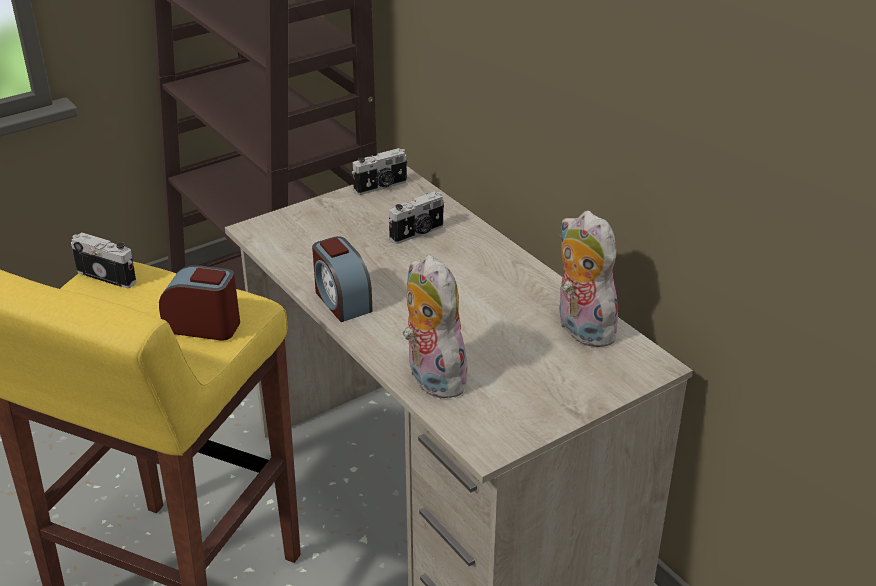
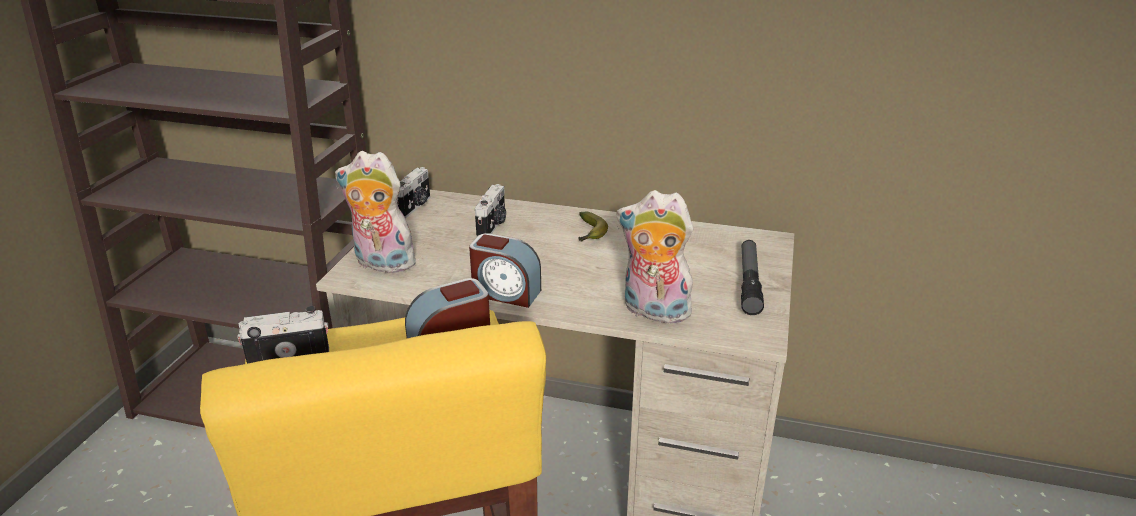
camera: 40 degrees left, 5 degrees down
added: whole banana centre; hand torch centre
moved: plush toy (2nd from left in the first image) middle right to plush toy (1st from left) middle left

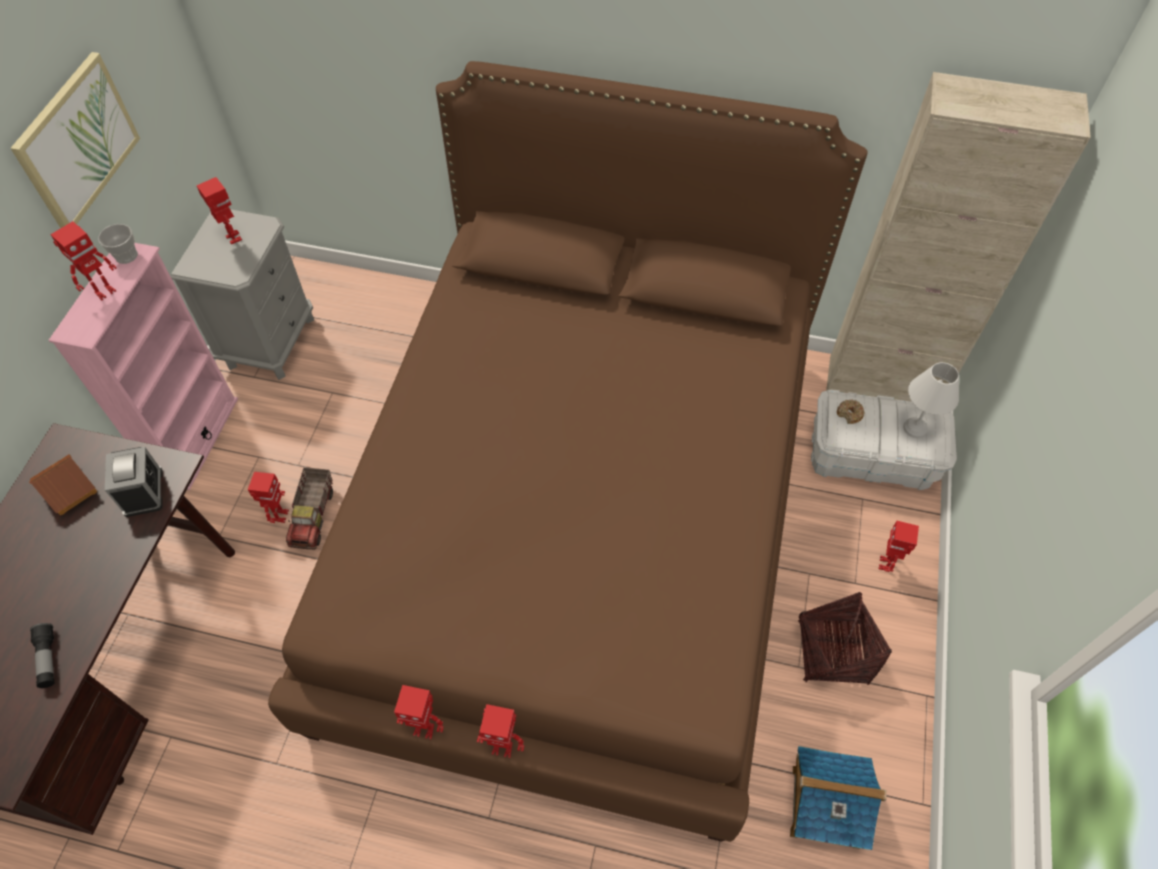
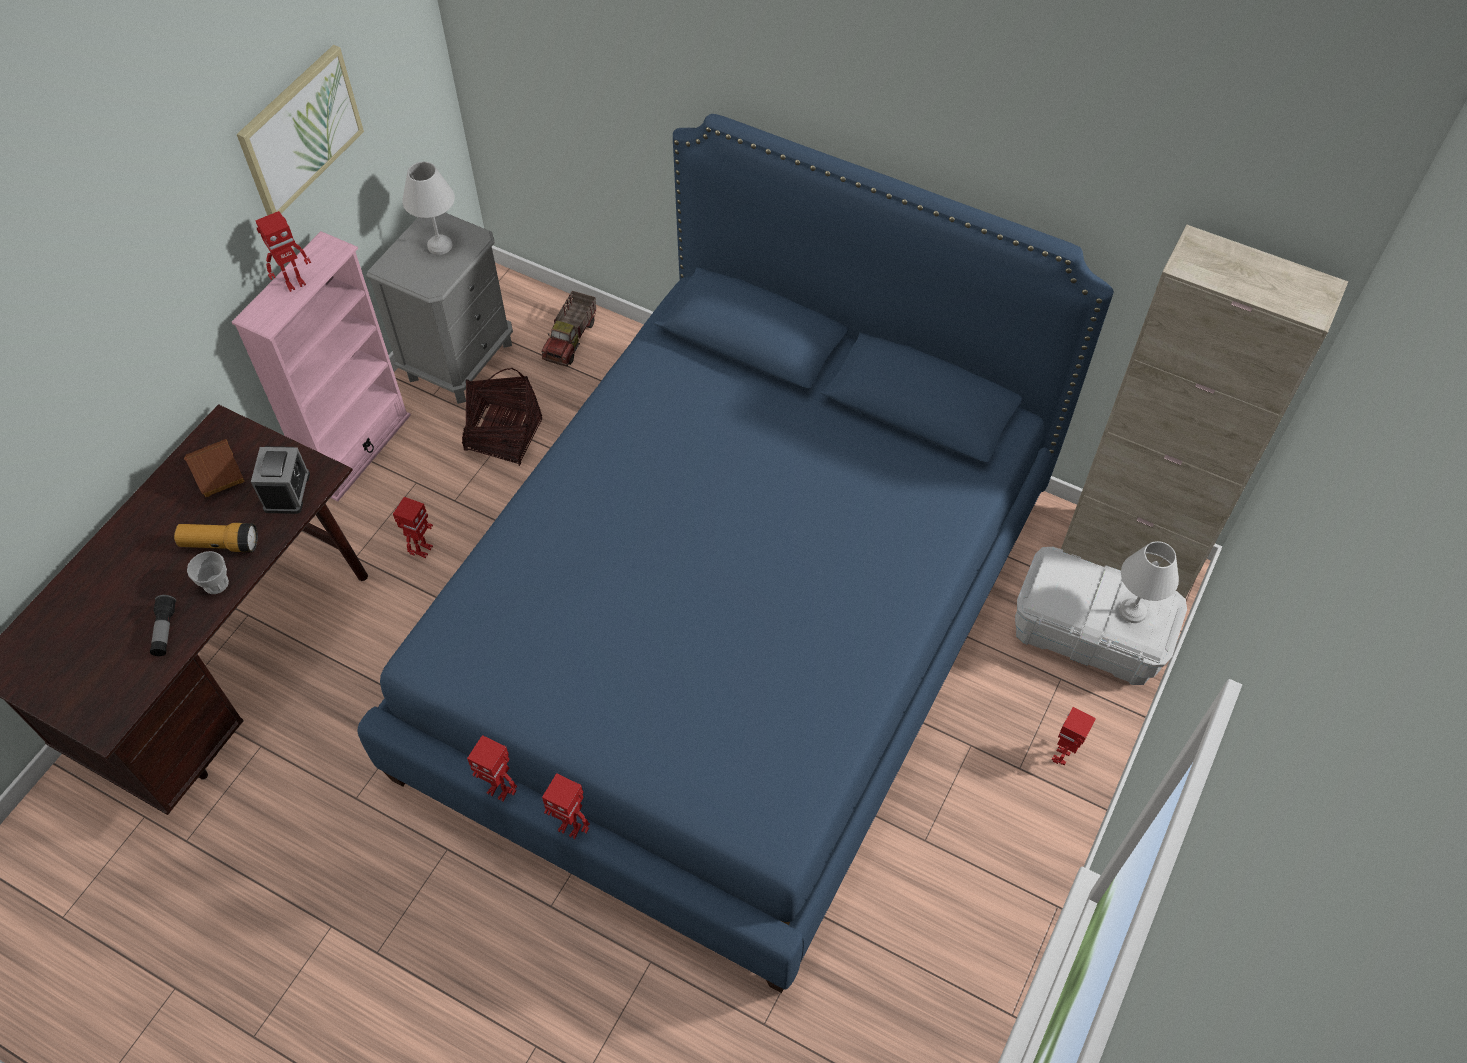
camera: 15 degrees right, 0 degrees up
removed: miniature house (2nd from left) bottom right; doughnut middle right
added: hand torch (2nd from left) middle left
moved: drinking cup top left to middle left; toy truck middle left to top centre; storage basket bottom right to centre
replaced: toy robot (2nd from left) top left to whitish lamp for a table (1st from left) top left
recoloured: brown bed centre to bluish bed centre

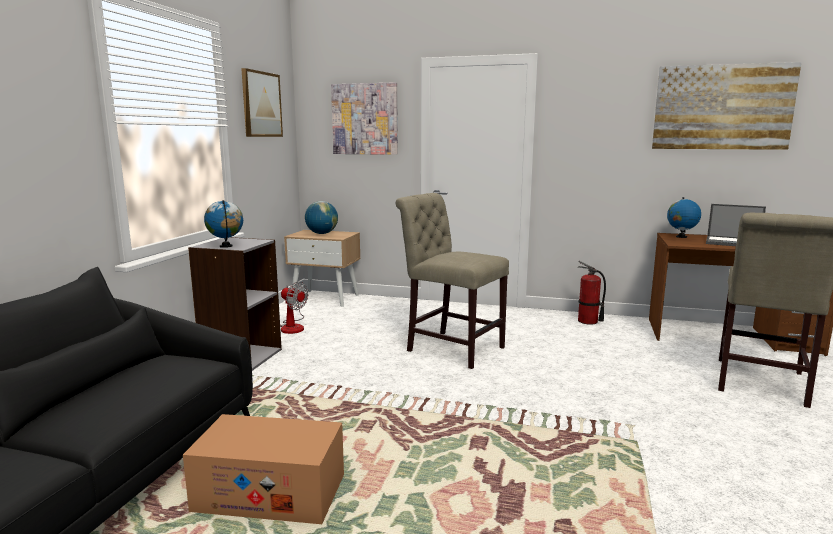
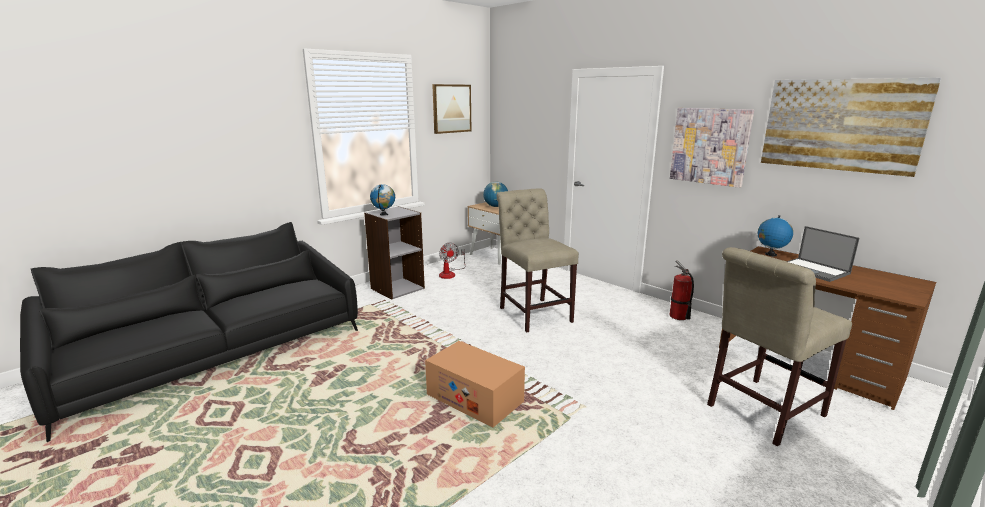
camera: 30 degrees right, 5 degrees up
moved: packing box bottom left to bottom centre; wall art (2nd from left) top centre to top right

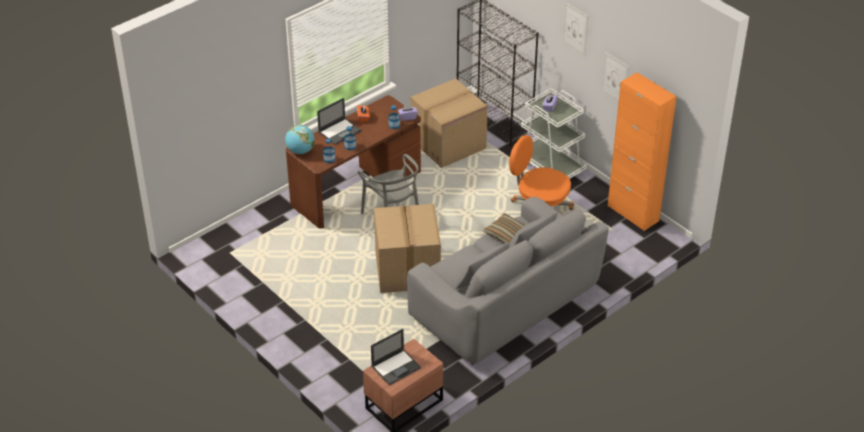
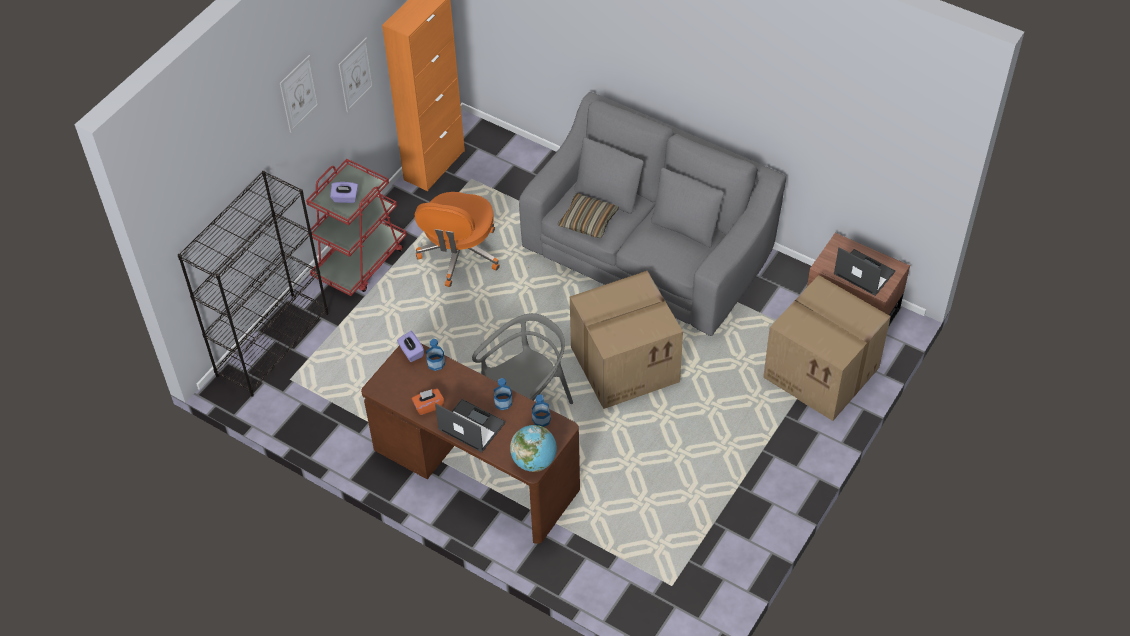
camera: 105 degrees left, 10 degrees up
moved: packing box (2nd from left) top centre to middle right
recoloured: whitish trolley top centre to red trolley middle left

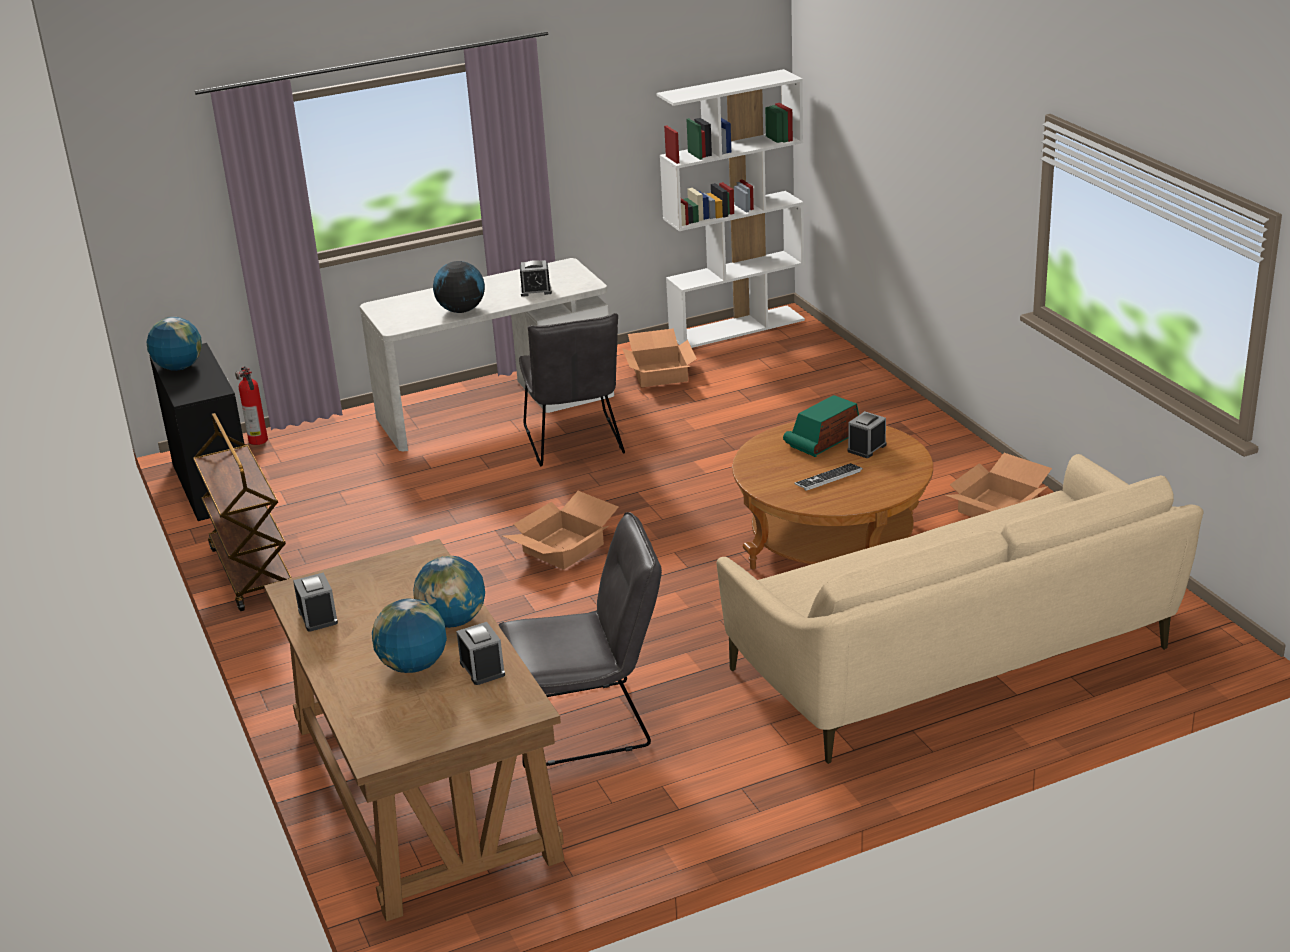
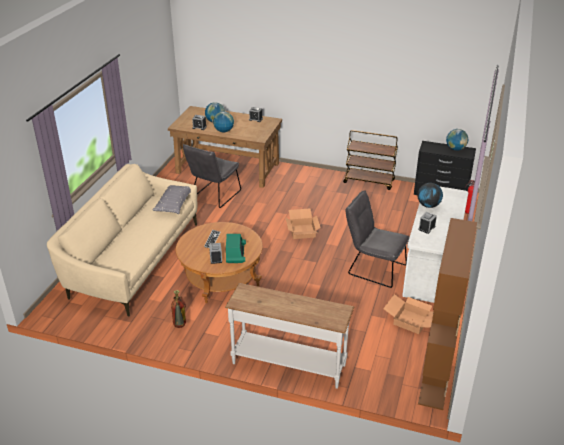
camera: 130 degrees right, 5 degrees up
added: gray cushion middle left; whitish console table bottom centre
replaced: packing box (3rd from left) middle right to fire-fighting cylinder (1st from left) bottom left
recoloured: whitish shelving unit top centre to brown shelving unit bottom right

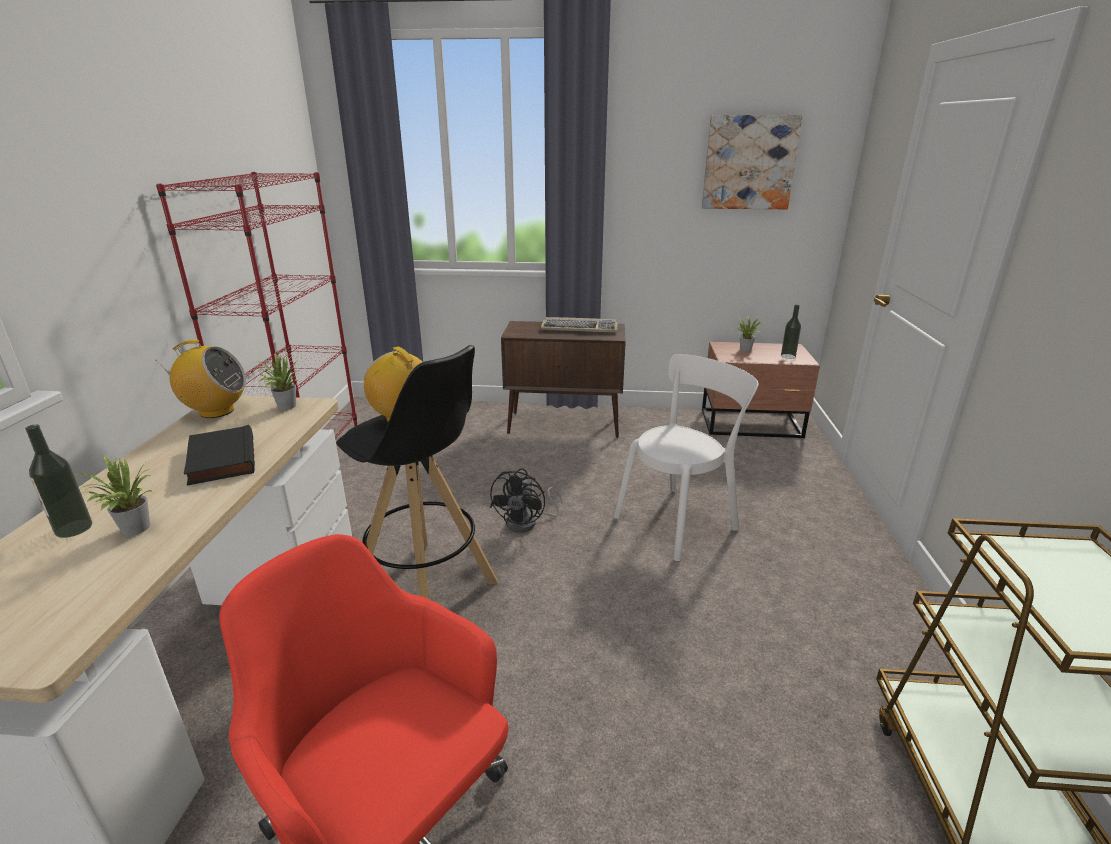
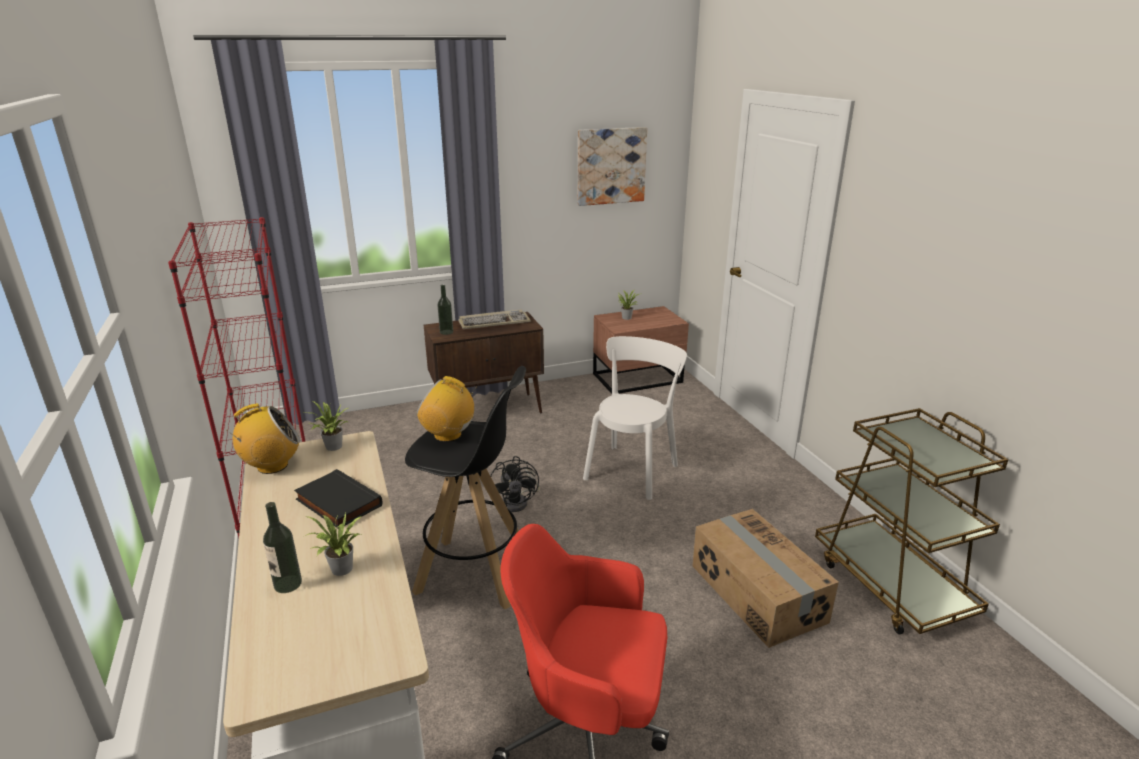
camera: 25 degrees left, 0 degrees up
added: packing box bottom right
moved: bottle (2nd from left) middle right to centre

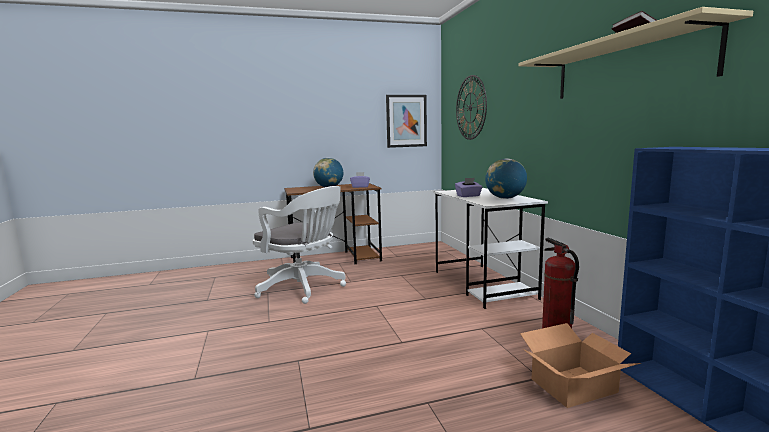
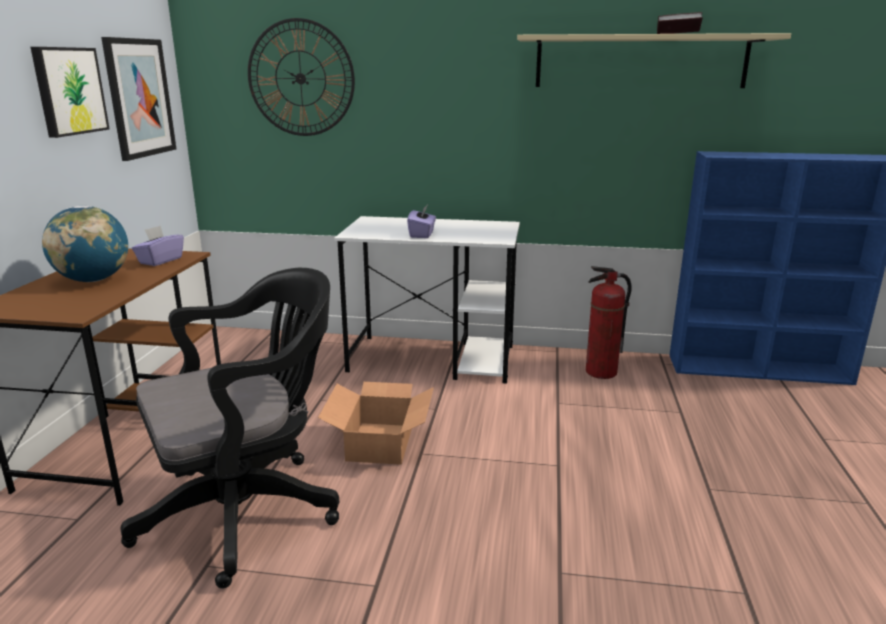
camera: 65 degrees left, 10 degrees up
removed: desk globe (2nd from left) centre
added: wall art (1st from left) top left
moved: packing box bottom right to bottom centre
recoloured: whitish computer chair centre to black-coloured computer chair bottom left

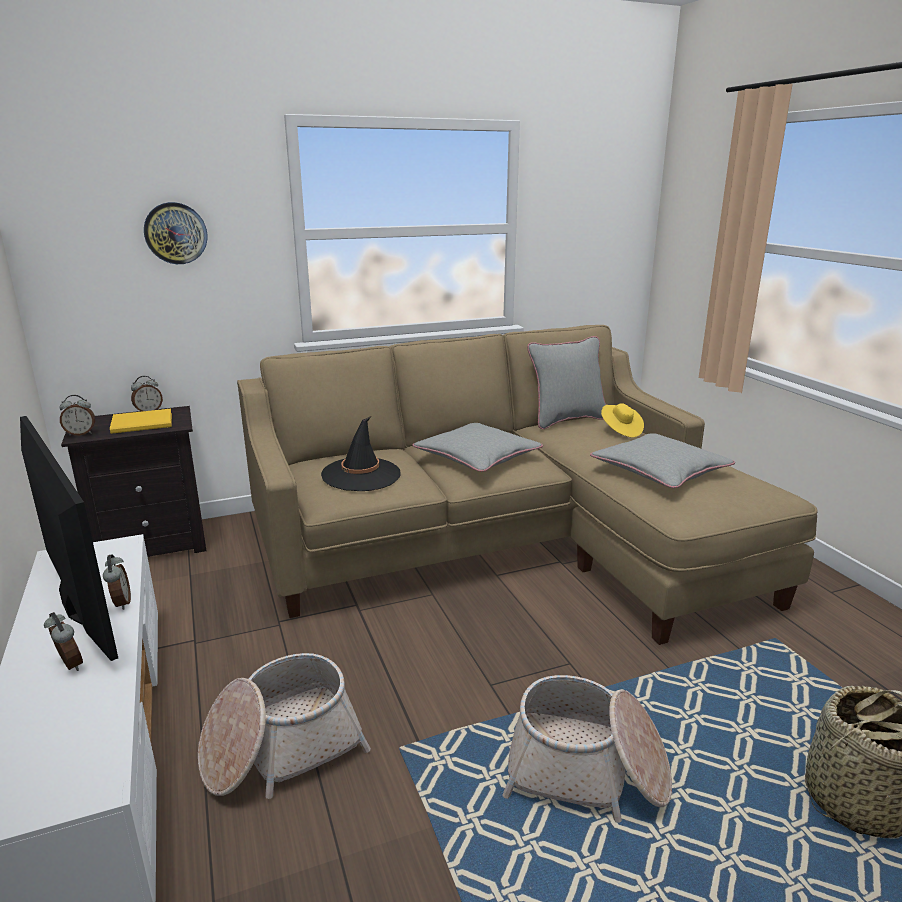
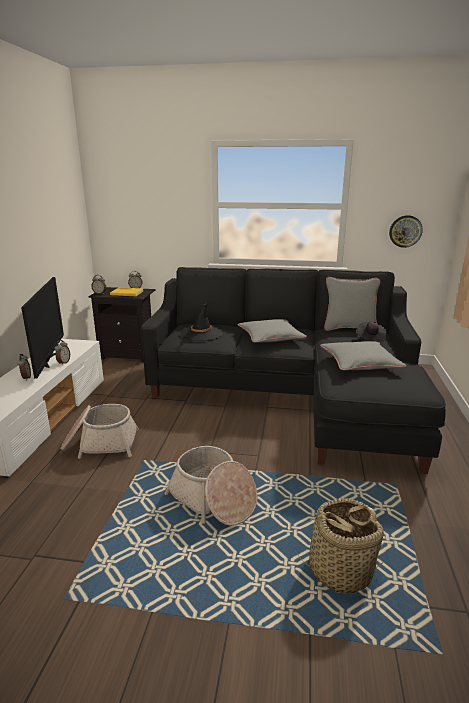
camera: 30 degrees right, 0 degrees up
moved: clock on the wall top left to top right
recoloured: beige couch centre to black-coloured couch centre; yellow wearable hat middle right to black-coloured wearable hat (2nd from left) middle right

